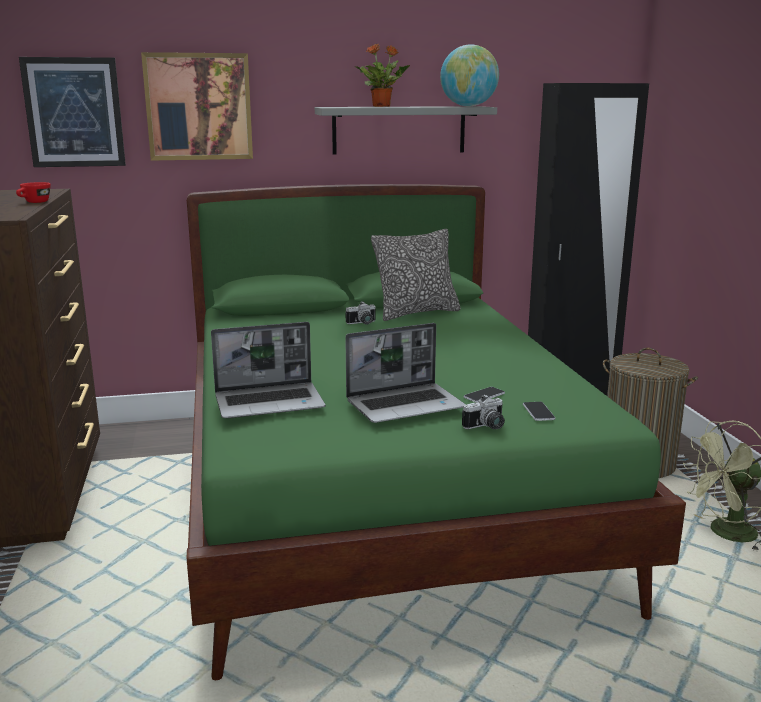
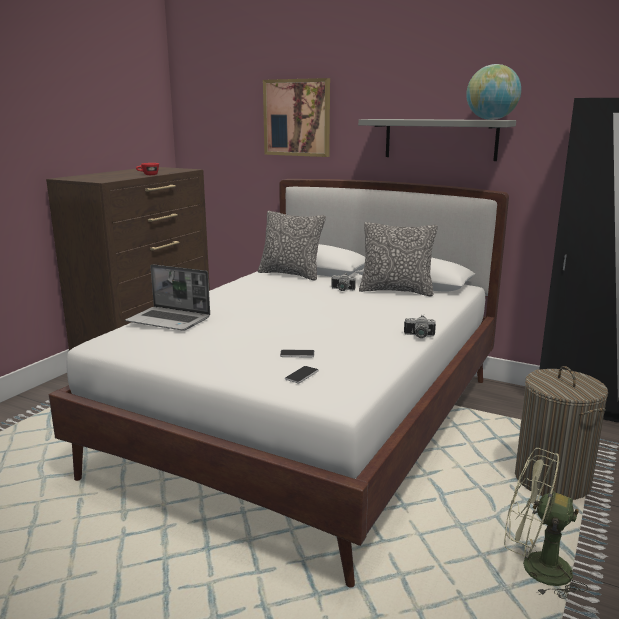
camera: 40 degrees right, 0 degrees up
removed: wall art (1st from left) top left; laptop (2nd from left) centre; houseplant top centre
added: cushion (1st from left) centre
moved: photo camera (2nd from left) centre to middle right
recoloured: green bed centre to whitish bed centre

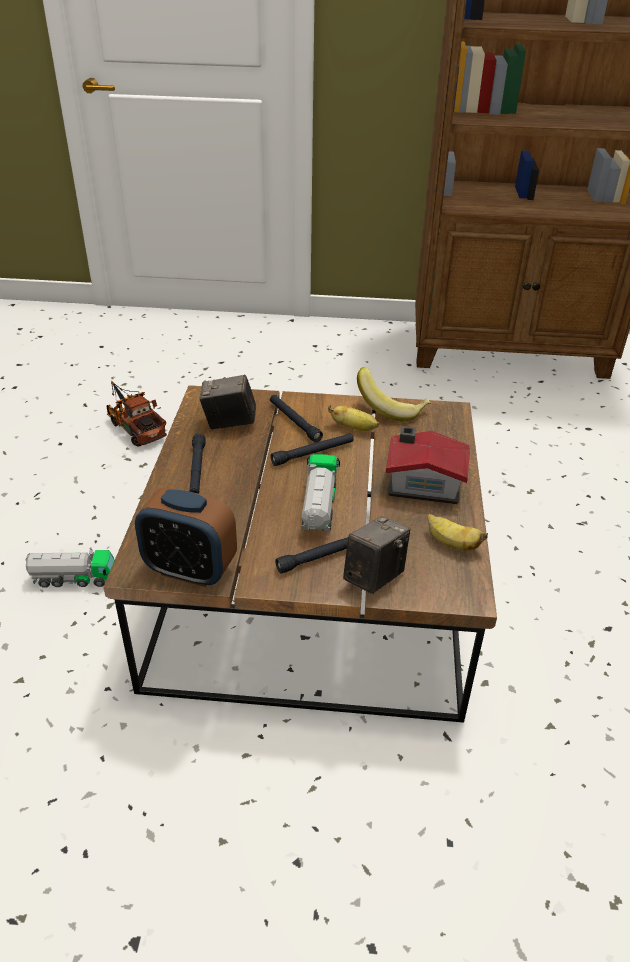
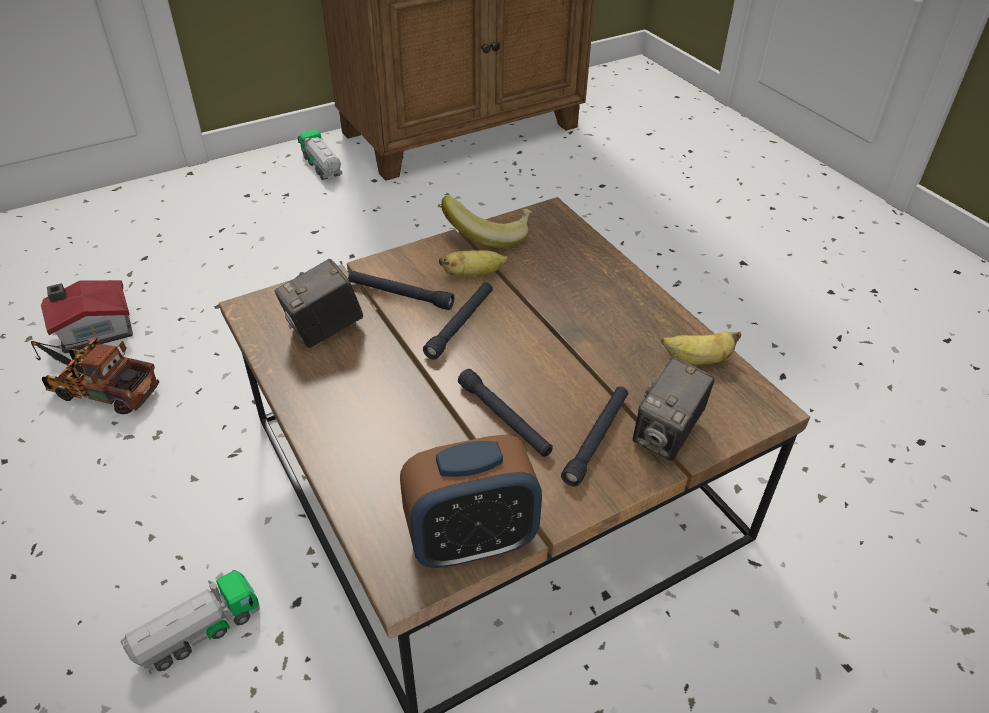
camera: 35 degrees left, 5 degrees up
moved: black-coloured hand torch (1st from left in the first image) middle left to black-coloured hand torch (3rd from left) centre; toy truck (3rd from left) centre to top left; miniature house middle right to middle left
turned: photo camera (2nd from left) centre = middle right 150 degrees counterclockwise

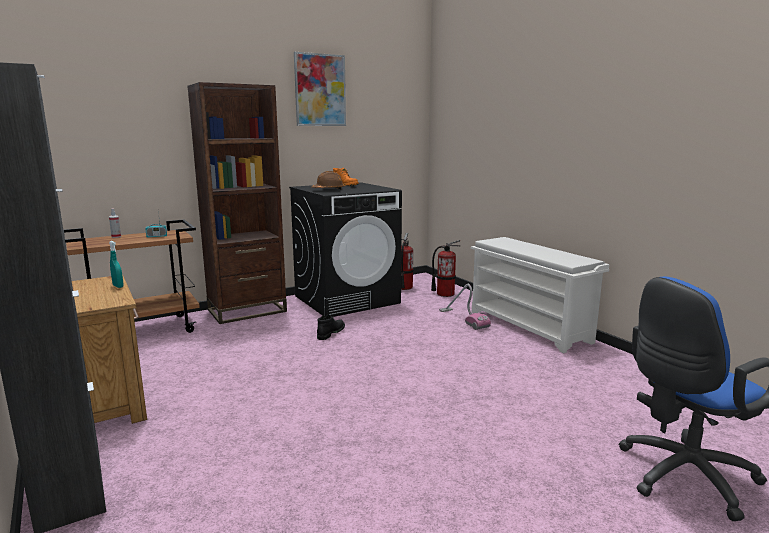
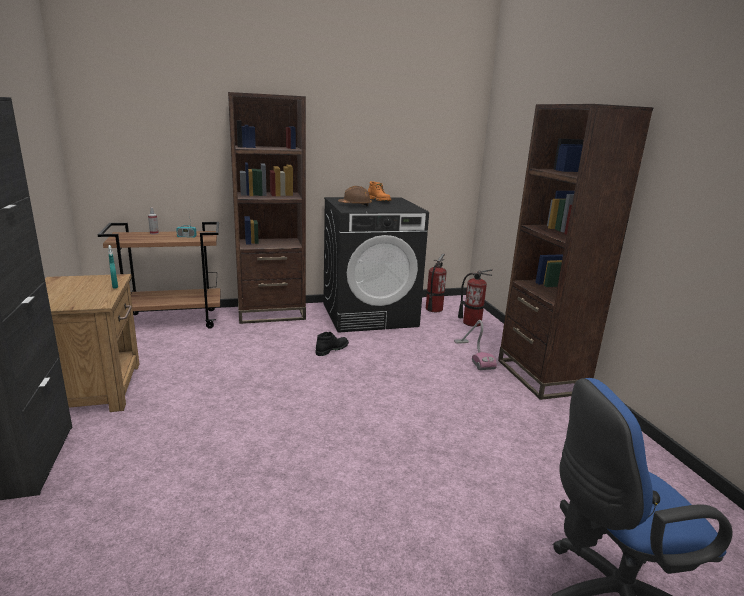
camera: 15 degrees right, 5 degrees up
removed: wall art top centre
replaced: whitish shoe rack middle right to brown shelving unit (2nd from left) middle right

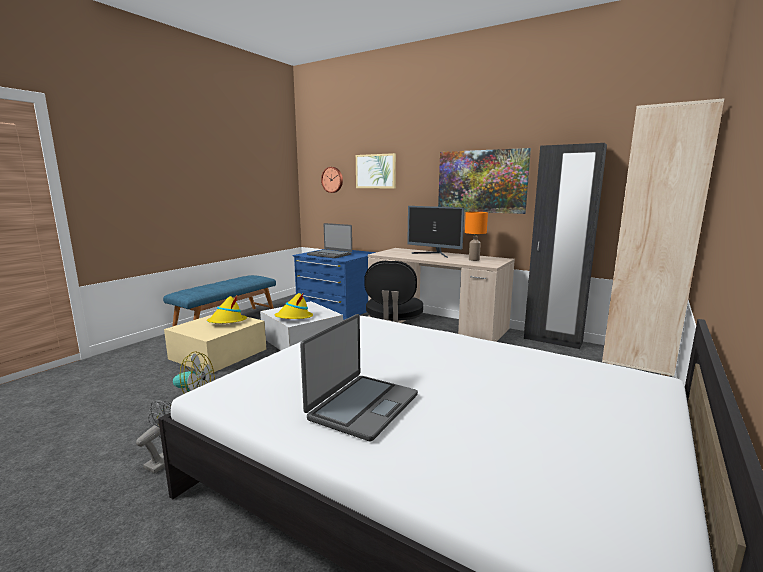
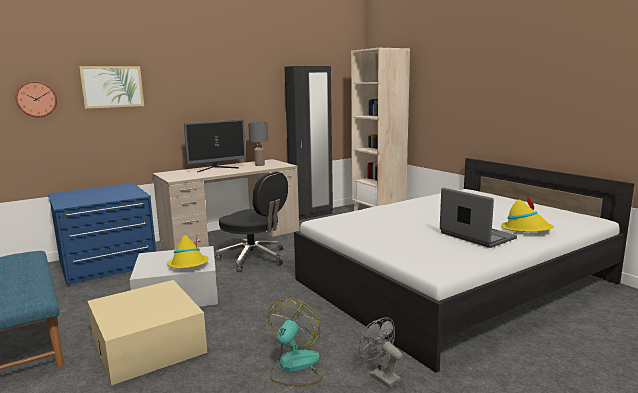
camera: 65 degrees left, 0 degrees up
removed: laptop (1st from left) centre; wall art (2nd from left) top centre
moved: yellow wearable hat (1st from left in the first image) middle left to yellow wearable hat (2nd from left) middle right
recoloured: orangey lamp for a table centre to gray lamp for a table centre

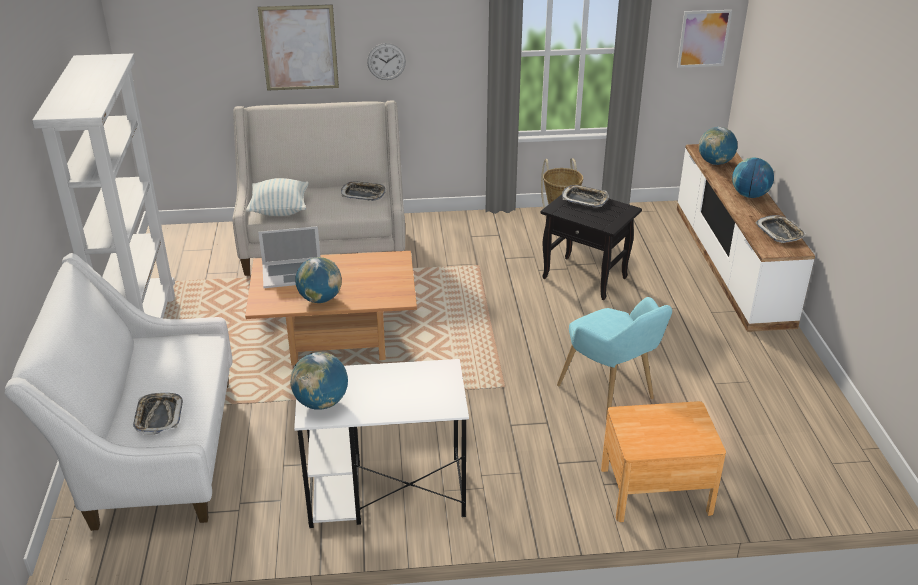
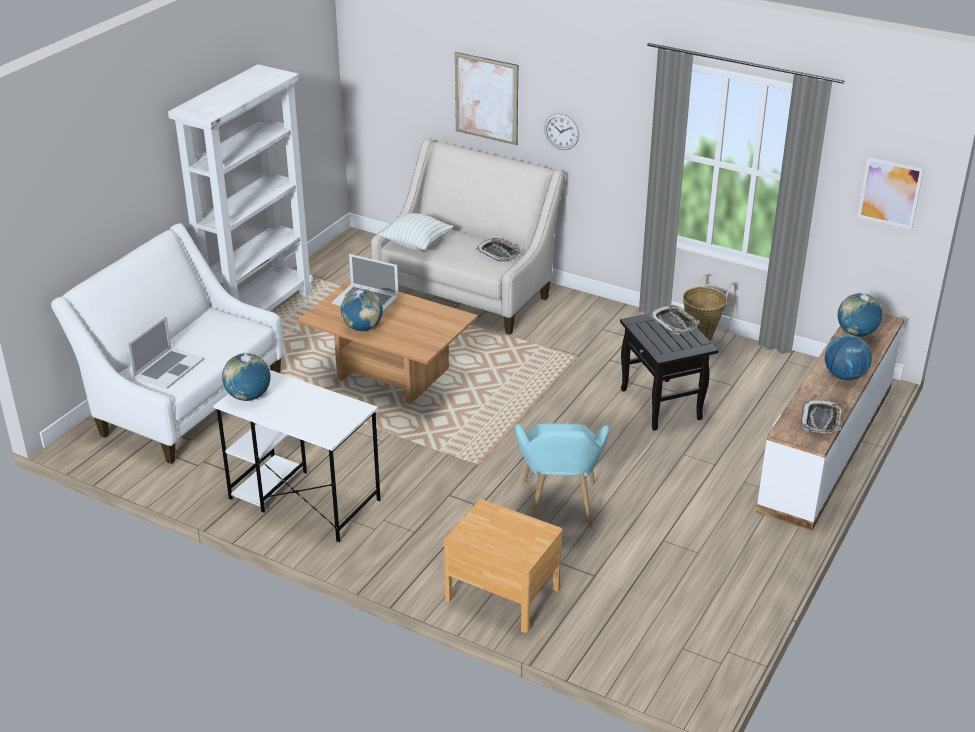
camera: 35 degrees right, 0 degrees up
replaced: serving tray (1st from left) bottom left to laptop (1st from left) middle left

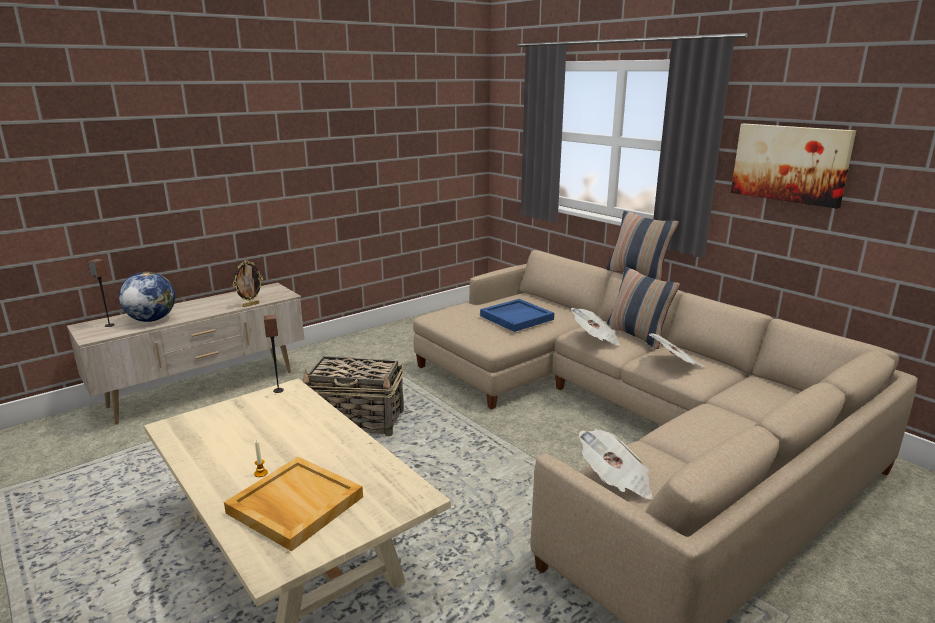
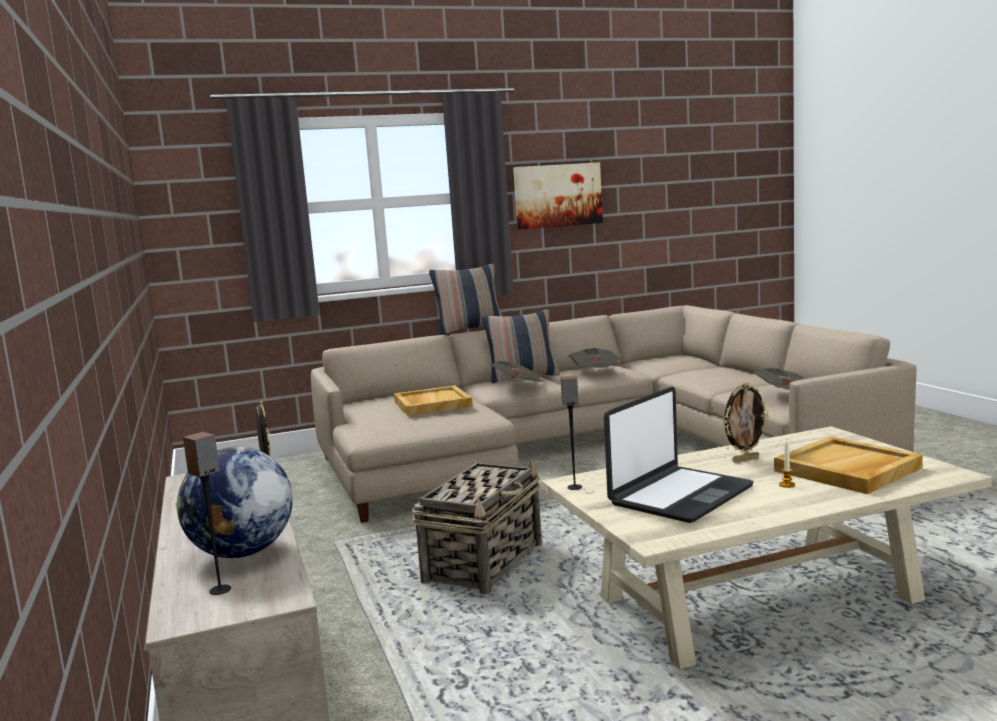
camera: 70 degrees left, 10 degrees down
added: laptop middle right; picture frame (2nd from left) middle right
recoloured: bluish serving tray centre to beige serving tray (1st from left) centre

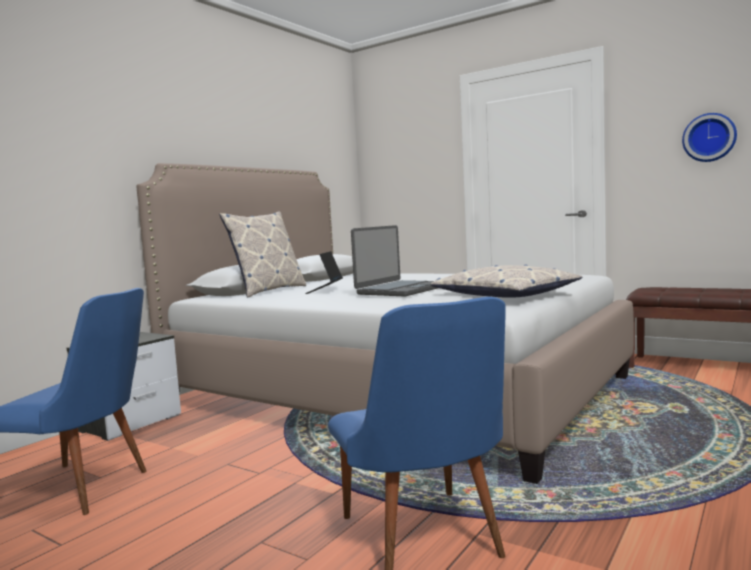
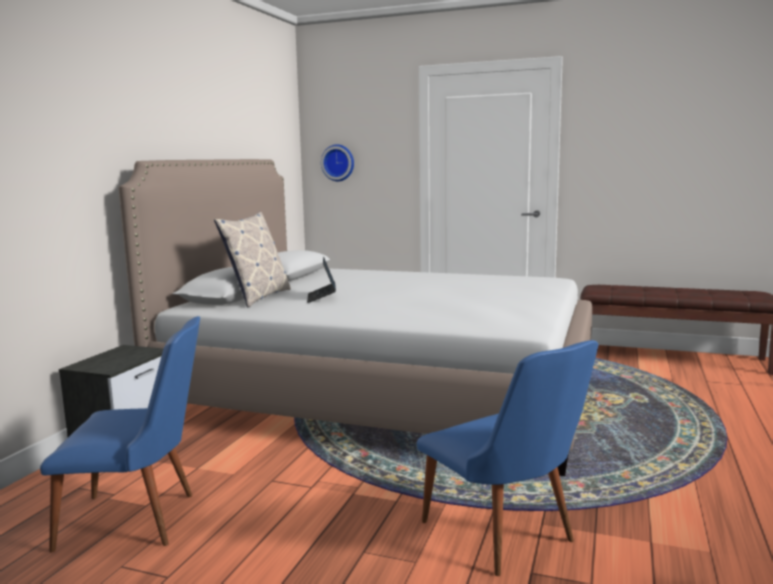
camera: 15 degrees left, 5 degrees up
removed: laptop (2nd from left) centre; cushion (2nd from left) middle right
moved: clock on the wall top right to top centre

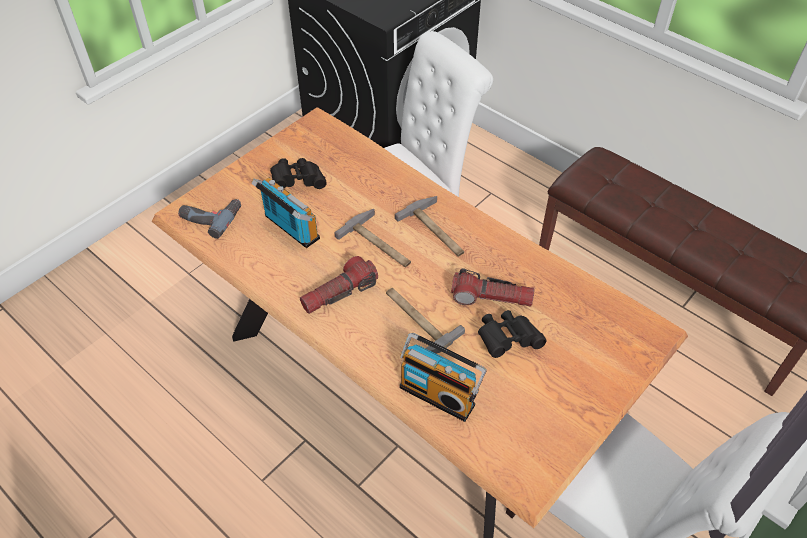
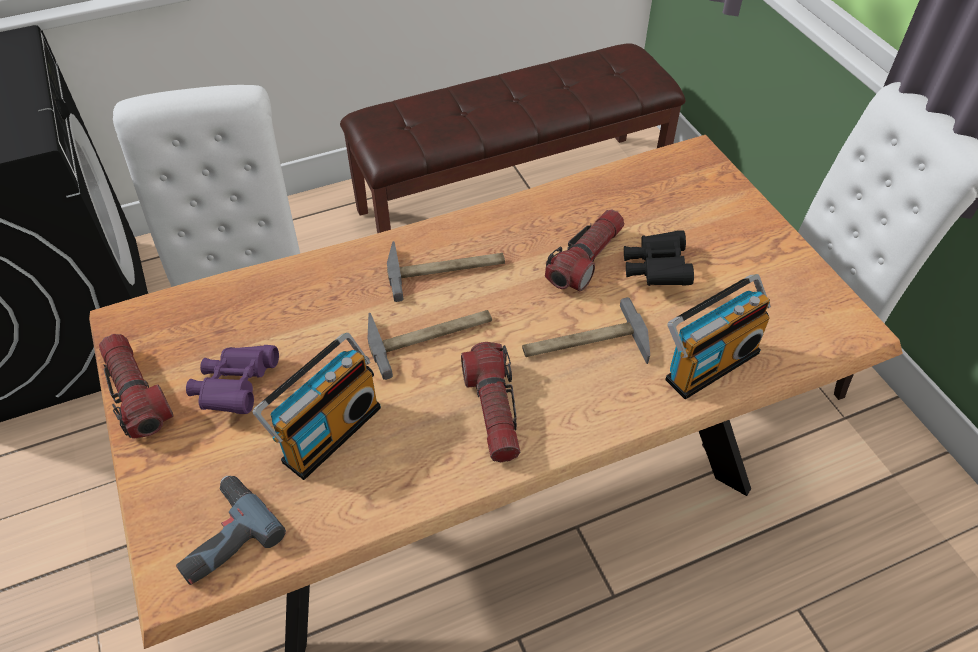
camera: 65 degrees left, 0 degrees up
added: hand torch (1st from left) middle left
recoloured: black-coloured binoculars (1st from left) top centre to purple binoculars middle left
turned: radio (1st from left) centre = middle left 150 degrees clockwise

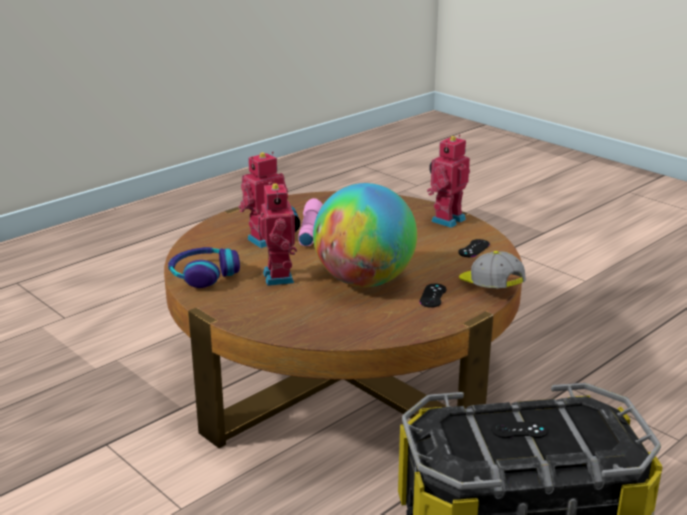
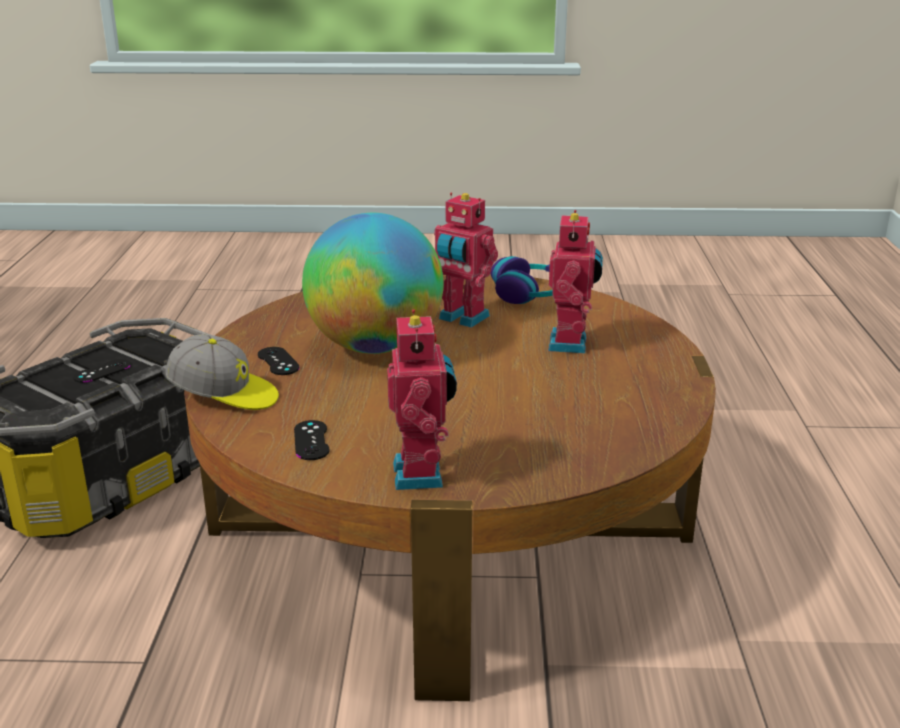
camera: 135 degrees right, 0 degrees up
removed: pinkish hand torch centre

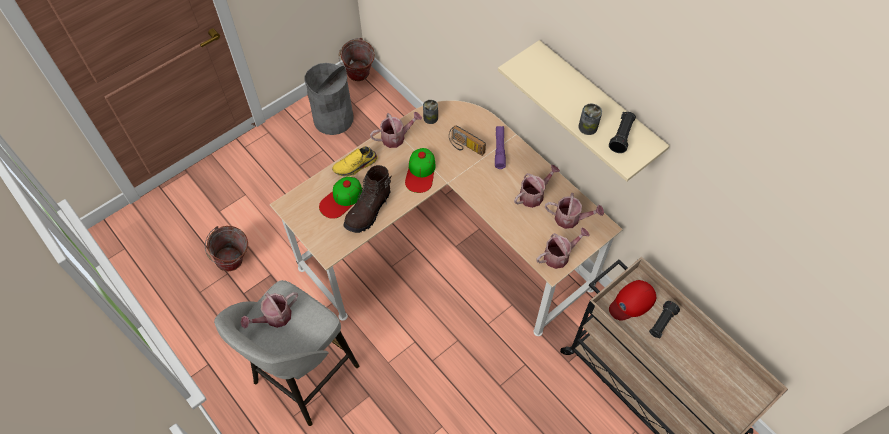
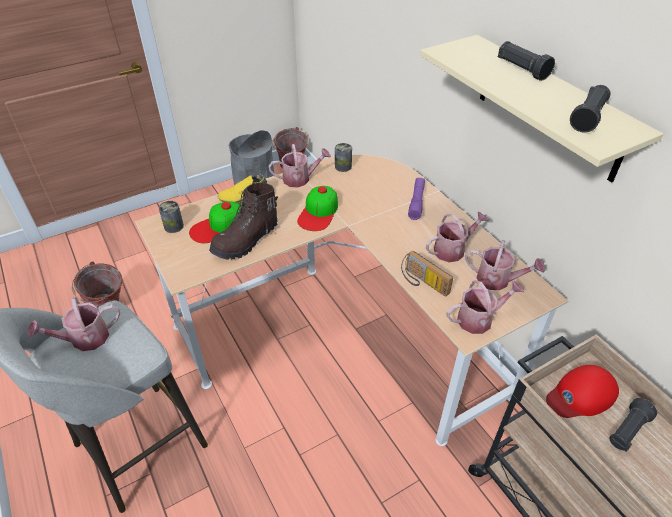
camera: 10 degrees right, 15 degrees down
added: black-coloured hand torch (1st from left) top right
moved: radio top centre to centre; can (2nd from left in the first image) top centre to can (1st from left) middle left

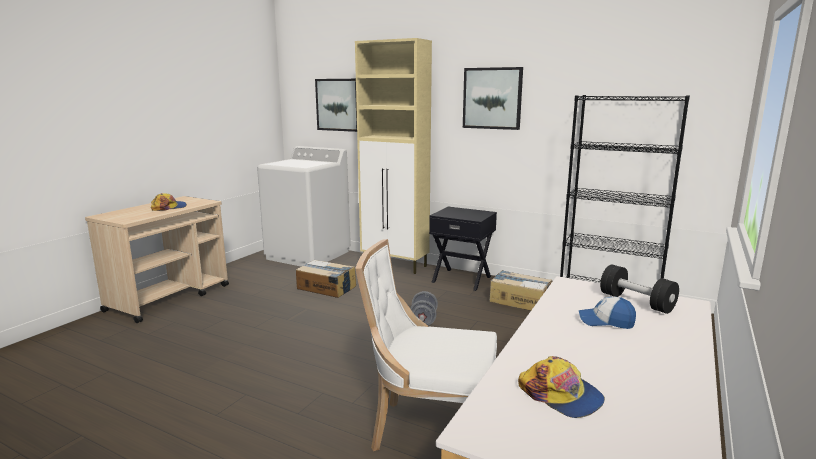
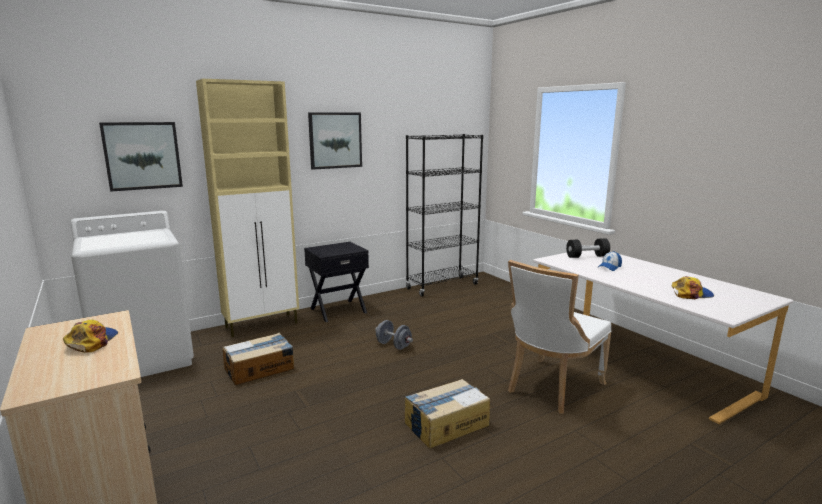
camera: 60 degrees left, 0 degrees up
moved: packing box (2nd from left) centre to bottom centre

